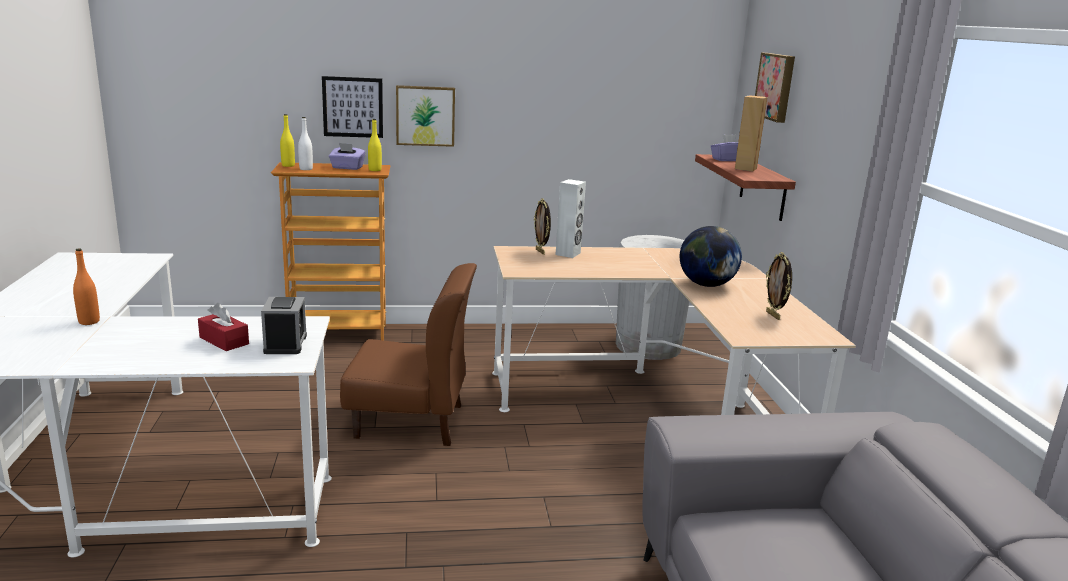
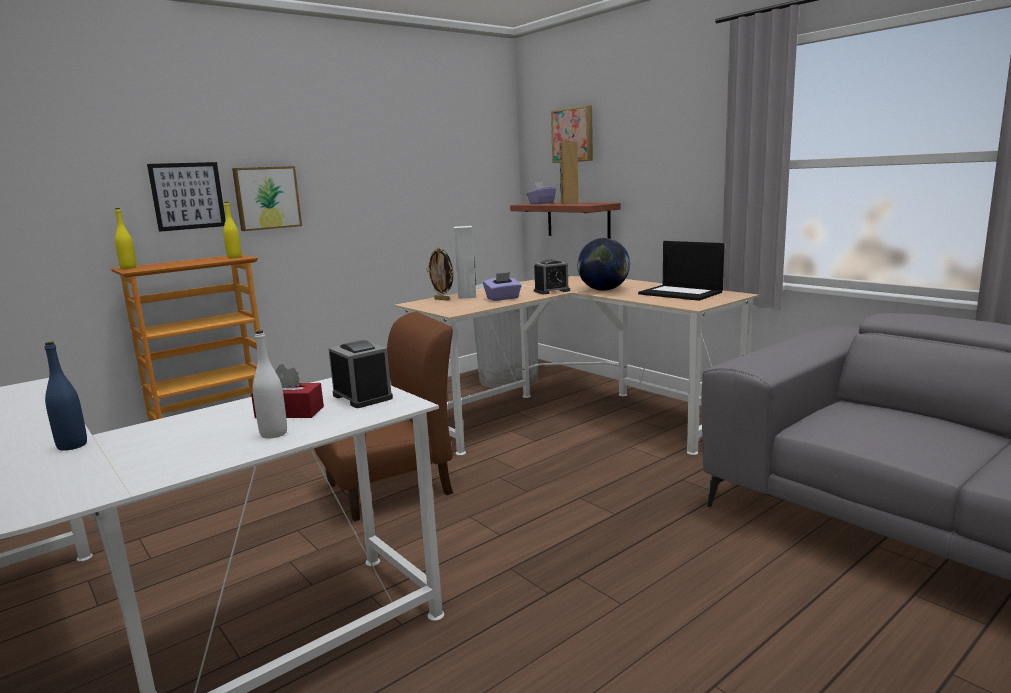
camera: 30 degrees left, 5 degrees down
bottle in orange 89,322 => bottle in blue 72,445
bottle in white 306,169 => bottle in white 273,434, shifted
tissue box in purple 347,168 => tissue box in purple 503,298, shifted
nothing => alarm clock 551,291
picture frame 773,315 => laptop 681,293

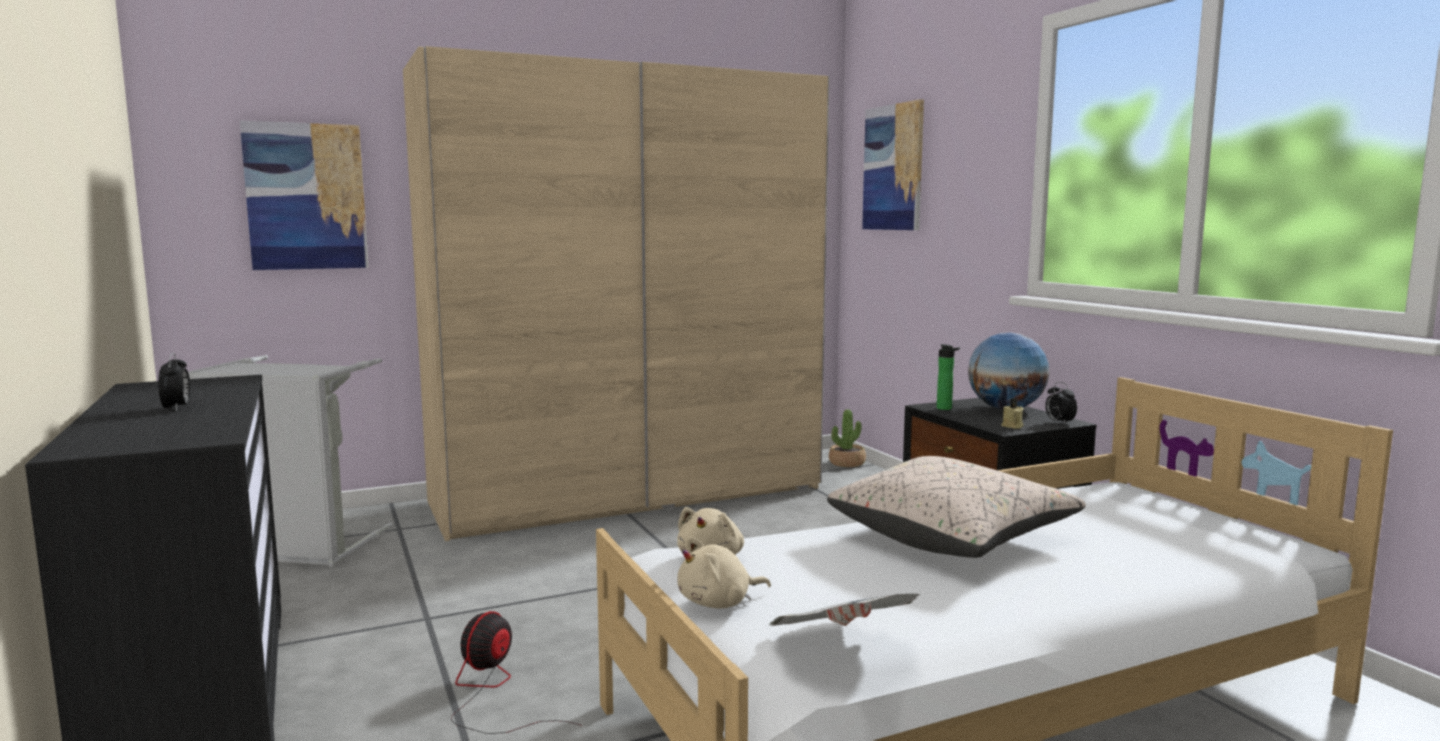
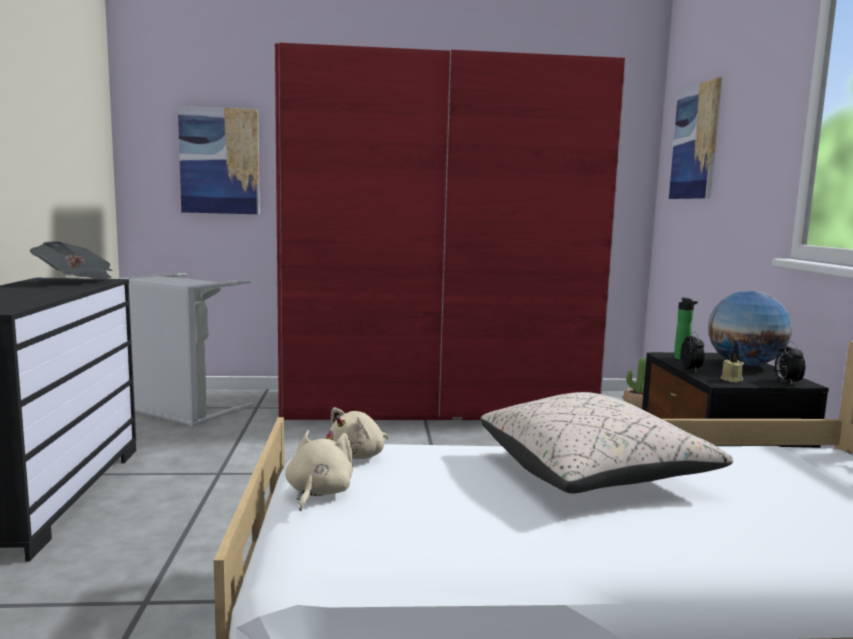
camera: 20 degrees right, 0 degrees up
newspaper 840,649 => newspaper 77,282, shifted
wardrobe in beige 629,494 => wardrobe in red 437,406
plush toy in beige 719,603 => plush toy in beige 318,493, 105 degrees clockwise
alarm clock 177,408 => alarm clock 691,370, shifted
fan 492,692 => nothing

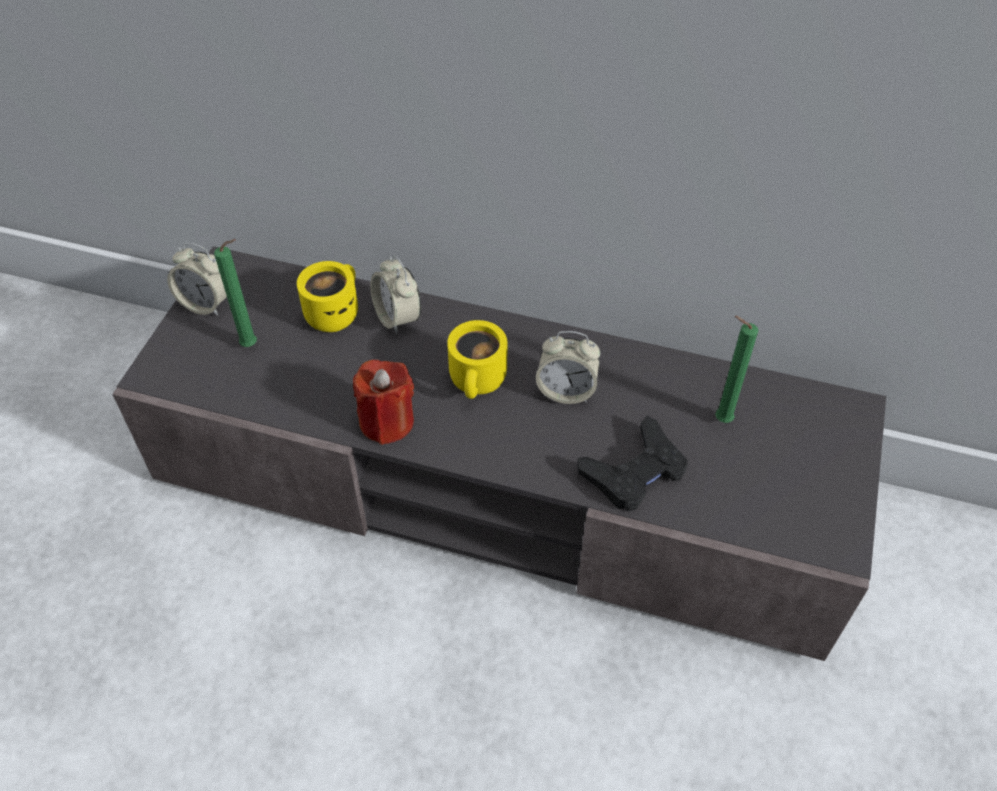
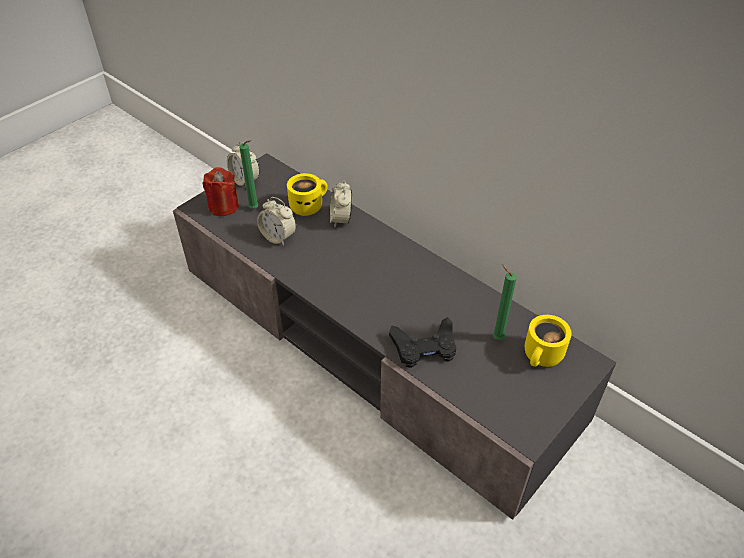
camera: 25 degrees right, 5 degrees down
candle in red 387,421 => candle in red 223,206, shifted
alarm clock 566,390 => alarm clock 278,237, shifted
mug in yellow 479,381 => mug in yellow 543,357, shifted

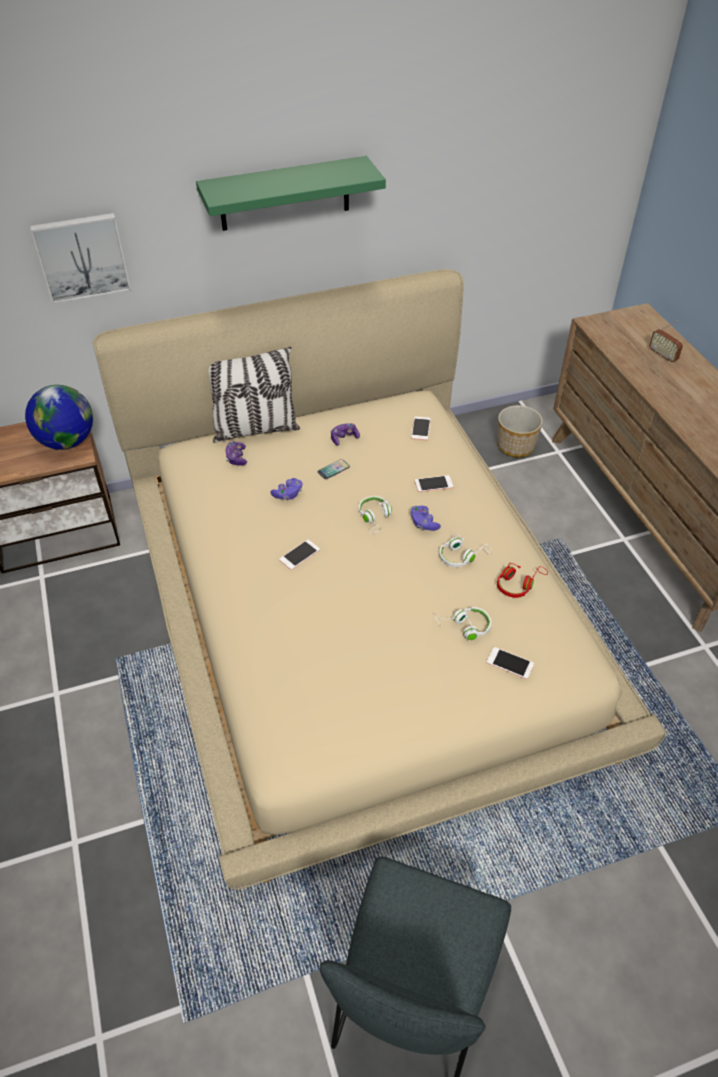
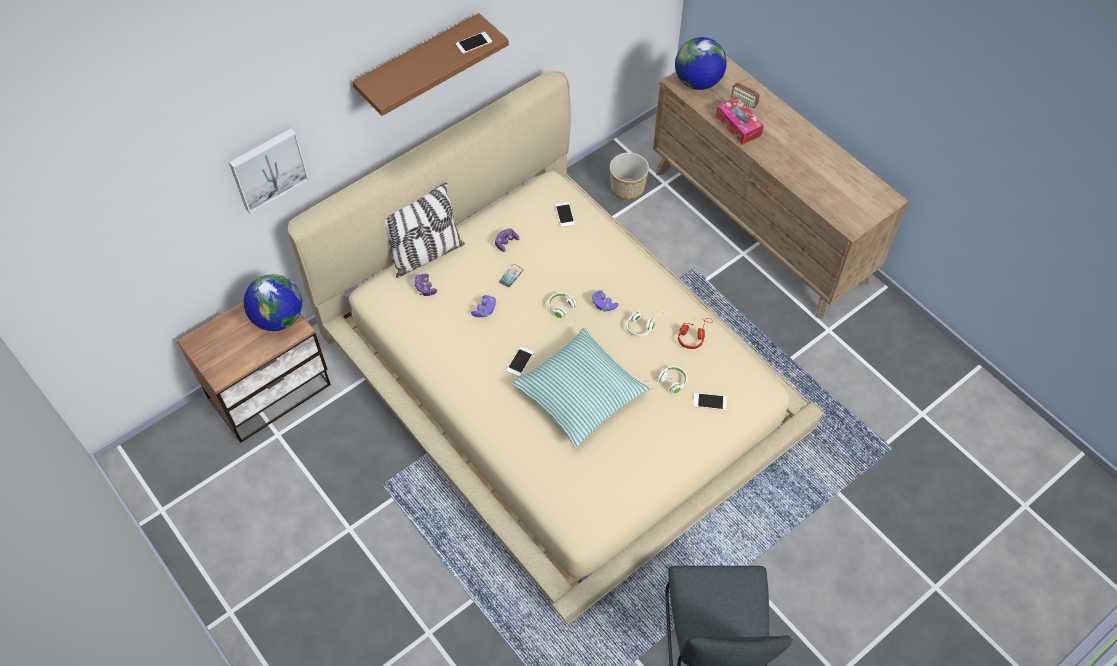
camera: 20 degrees left, 10 degrees up
shelf in green 284,194 => shelf in brown 419,63
phone 433,484 => phone 474,43, shifted
nothing => pillow 580,394
nothing => globe 697,82
nothing => tissue box 738,125

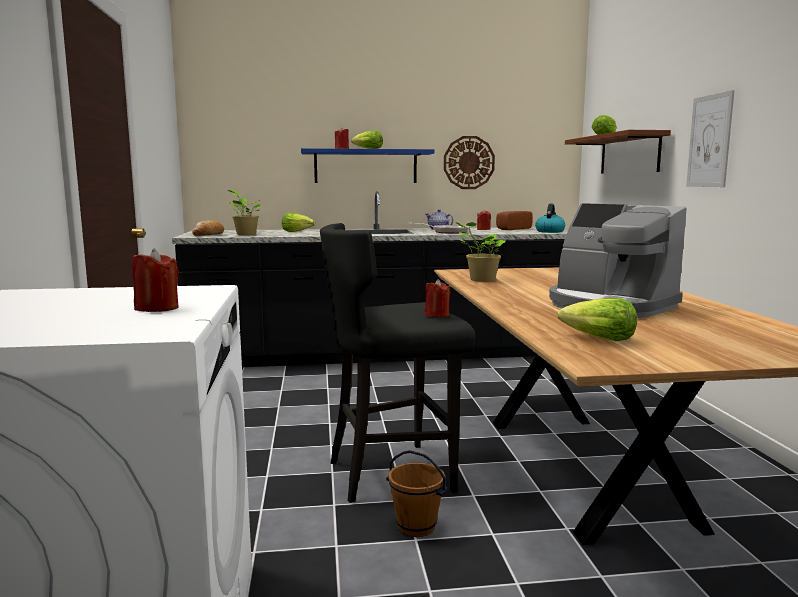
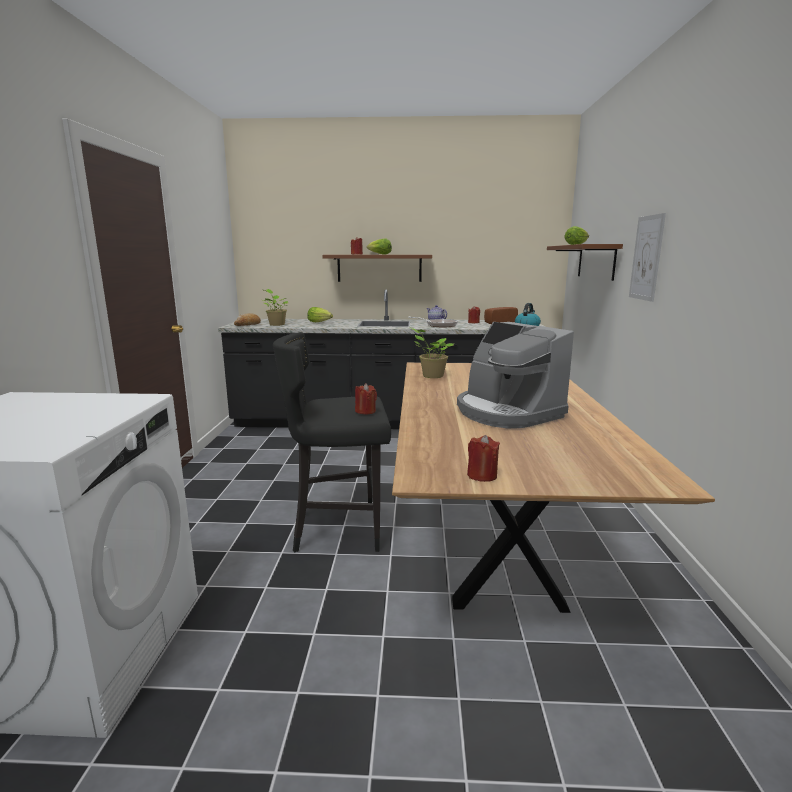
camera: 10 degrees right, 5 degrees up
shelf in blue 365,166 => shelf in brown 379,268
candle in red 157,308 => candle in red 482,475, shifted
bucket in brown 415,527 => nothing
wall clock 469,162 => nothing
lettuce 598,339 => nothing

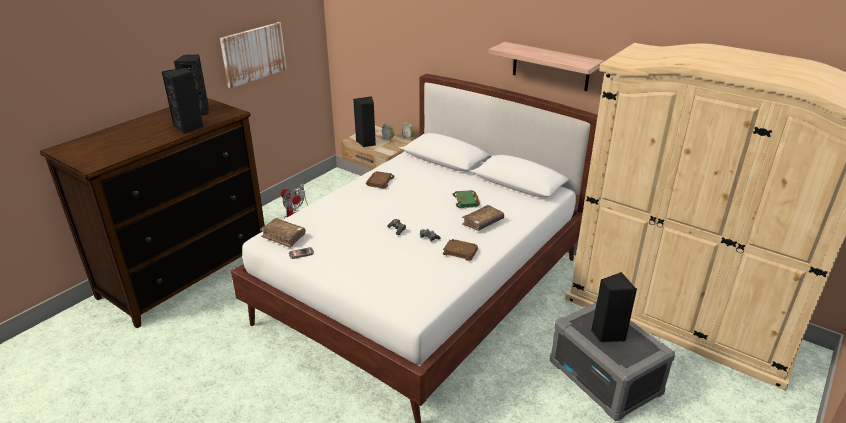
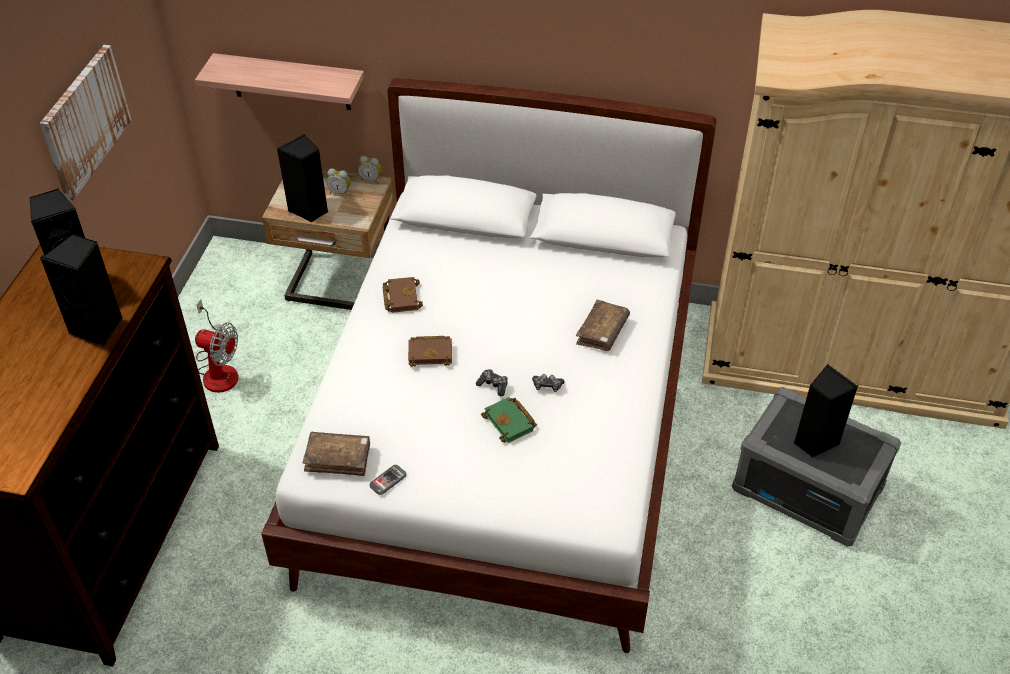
camera: 25 degrees left, 15 degrees up
shelf 550,66 => shelf 290,82, shifted
book in brown 461,251 => book in brown 431,353, shifted
book in green 467,201 => book in green 511,423, shifted

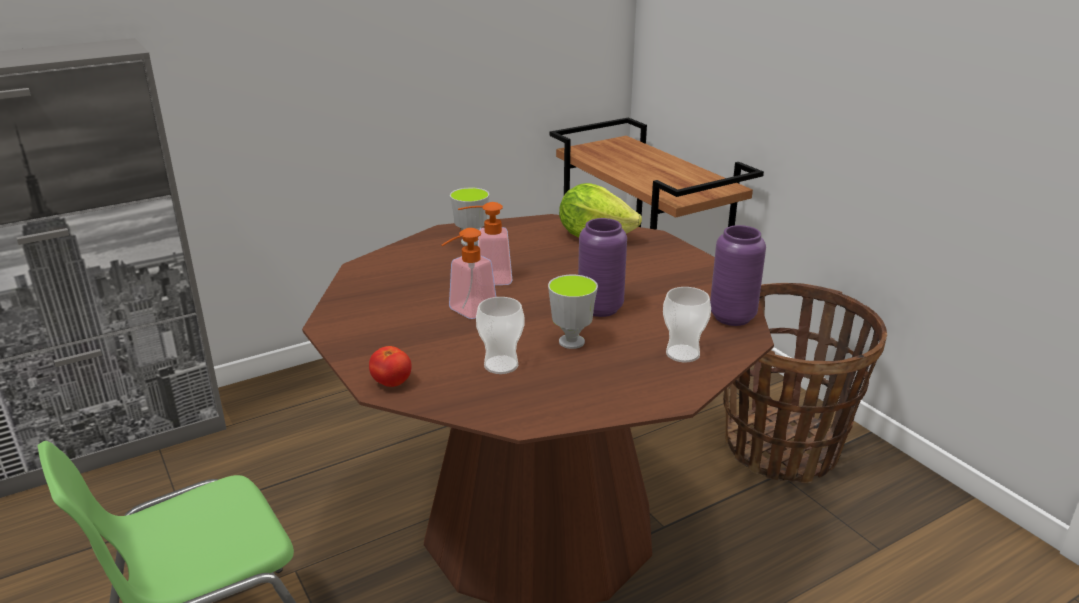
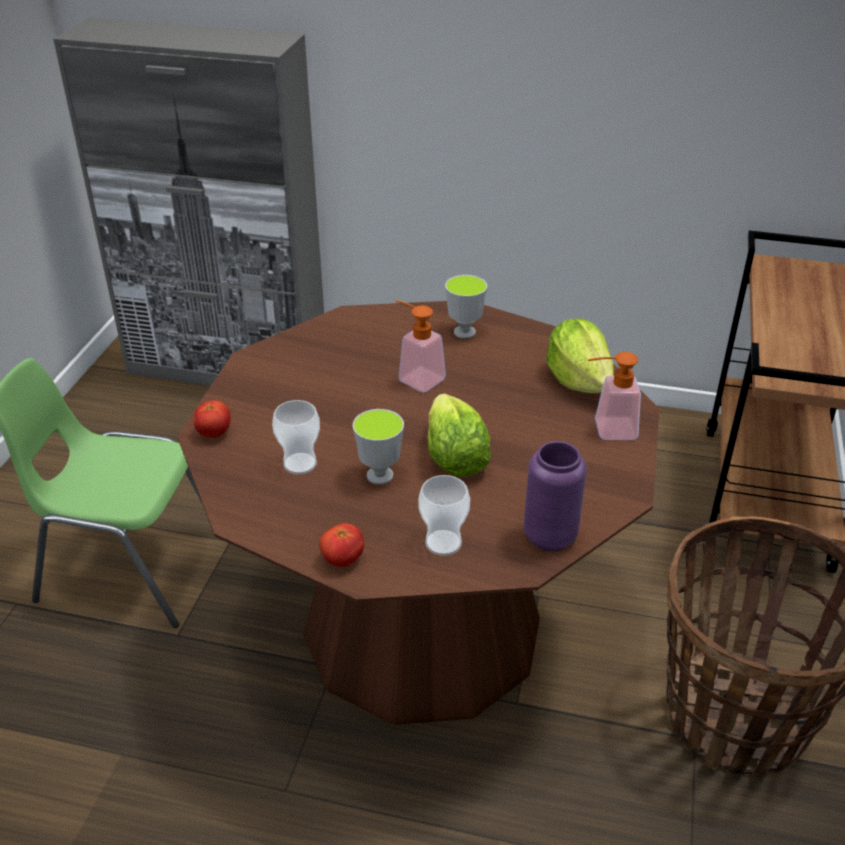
camera: 45 degrees right, 10 degrees up
nothing => tomato 342,560
vase in purple 600,308 => lettuce 454,458
soap dispenser 466,312 => soap dispenser 607,429, shifted

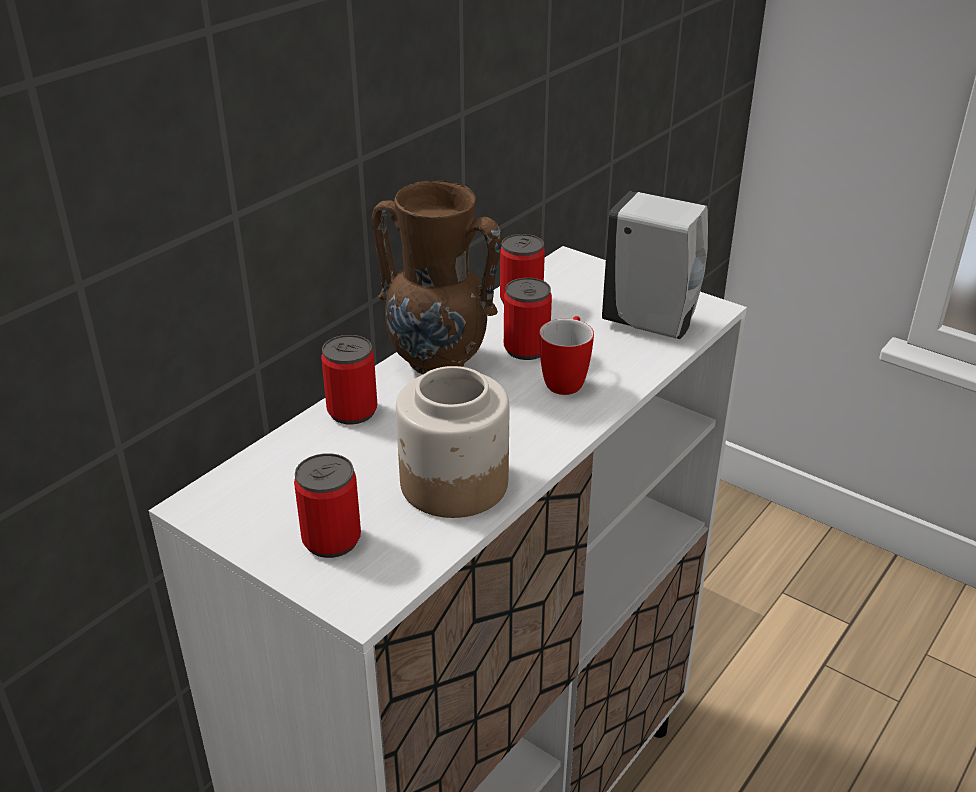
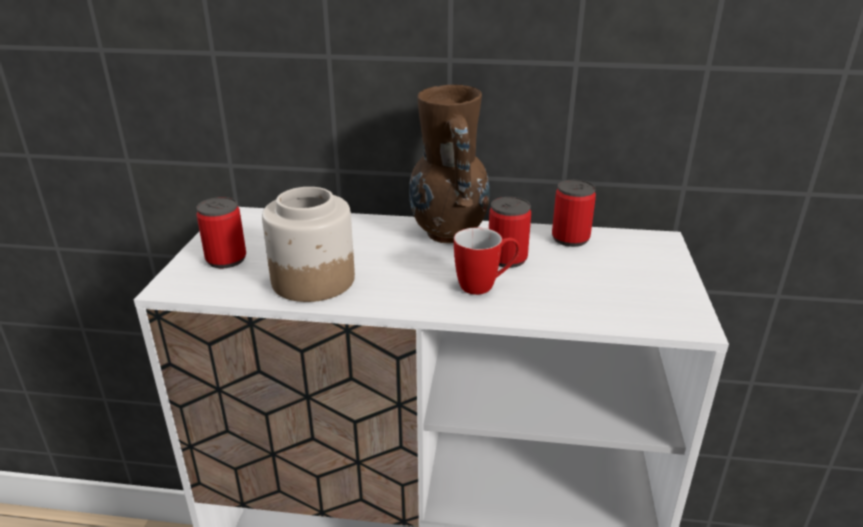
camera: 60 degrees right, 5 degrees down
can 352,411 => nothing
soap dispenser in white 653,324 => nothing

